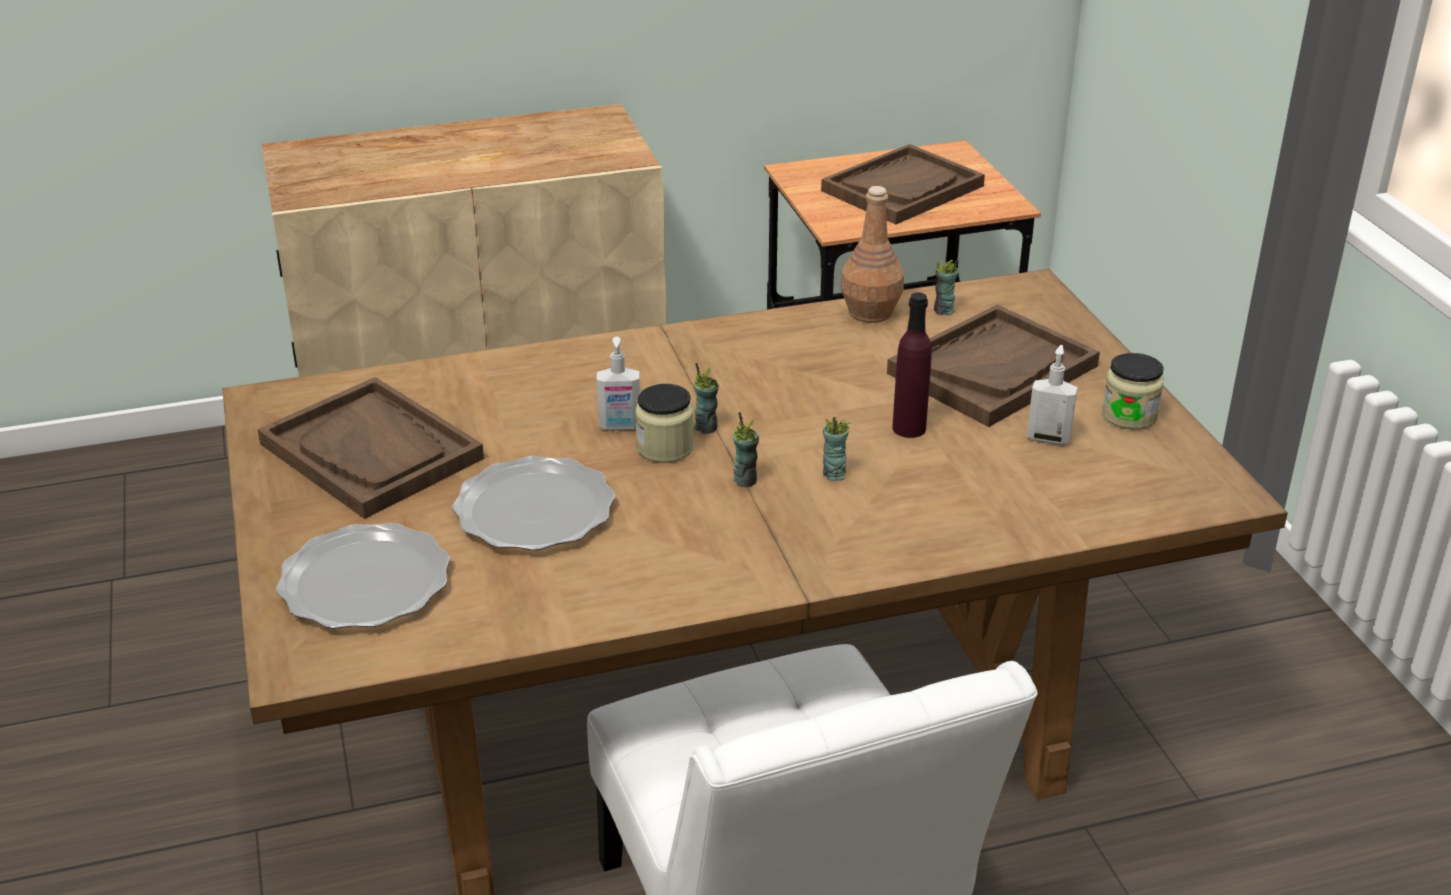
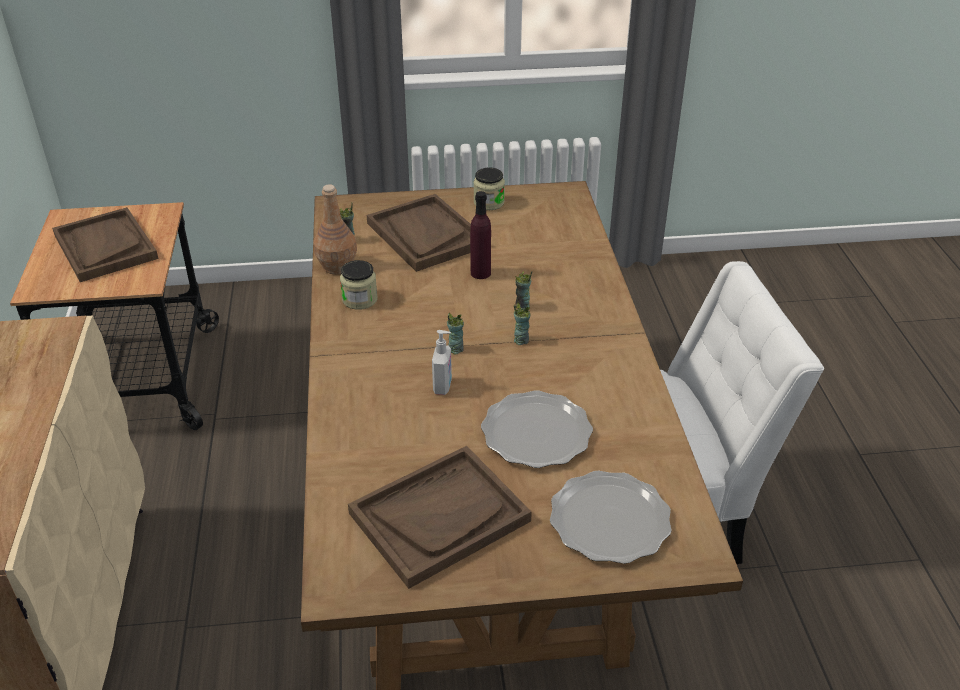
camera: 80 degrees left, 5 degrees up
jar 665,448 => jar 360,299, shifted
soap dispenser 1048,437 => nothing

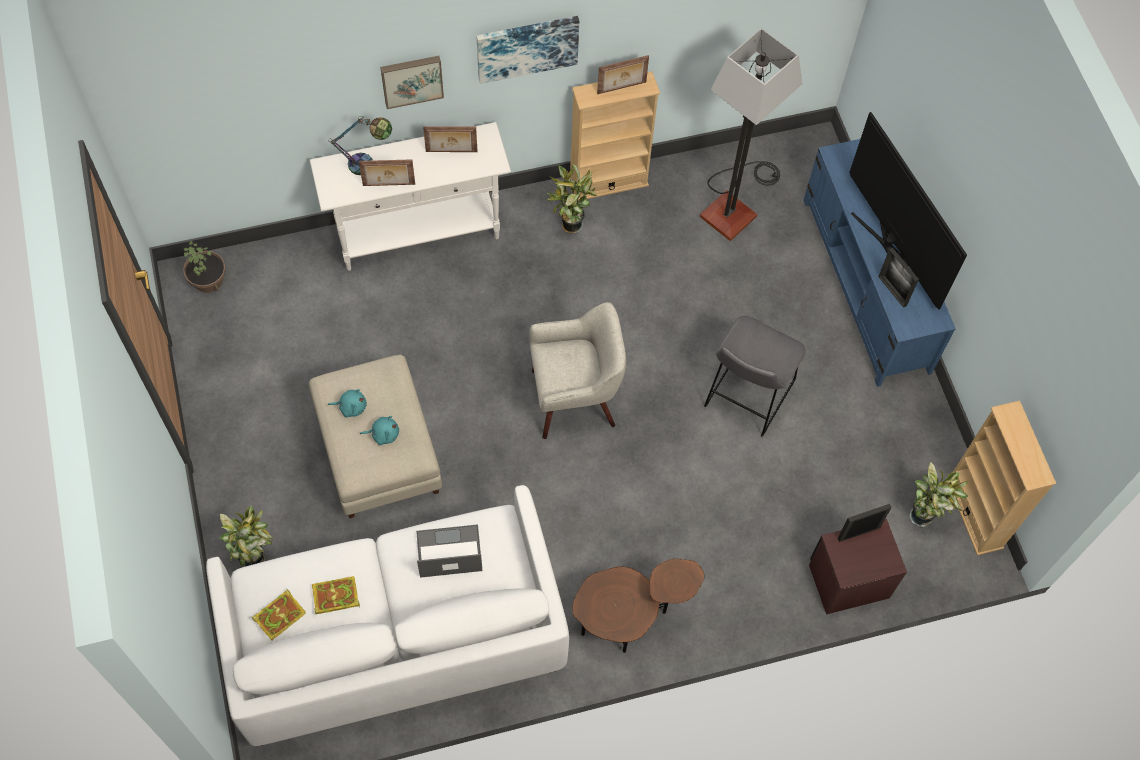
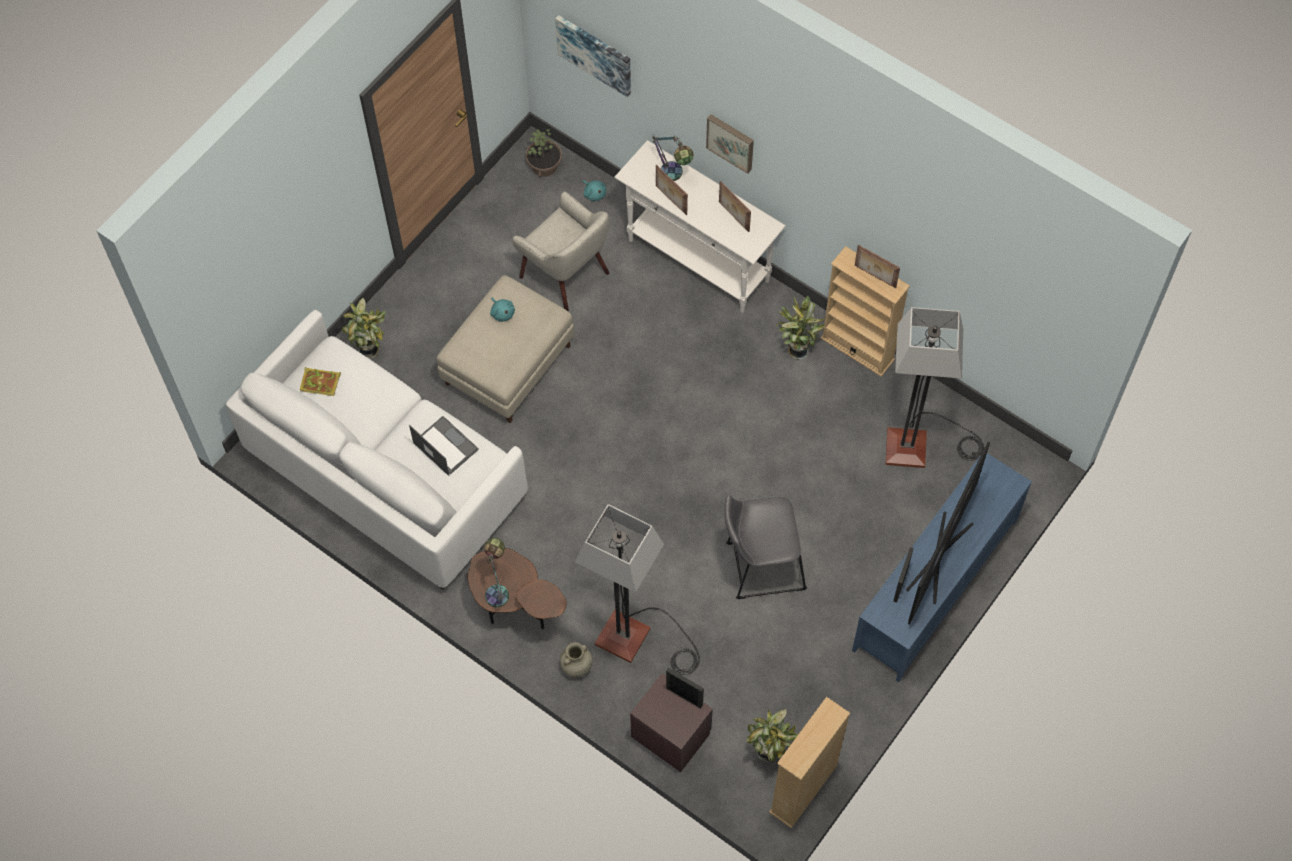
camera: 55 degrees right, 0 degrees up
nothing => table lamp 498,589
armchair in beige 574,399 => armchair in beige 566,274, shifted
picture 527,47 => picture 595,54, shifted
nothing => vase in beige 576,667
nothing => floor lamp 638,639
plush toy in turquoise 383,434 => plush toy in turquoise 594,193, shifted
book 334,597 => nothing

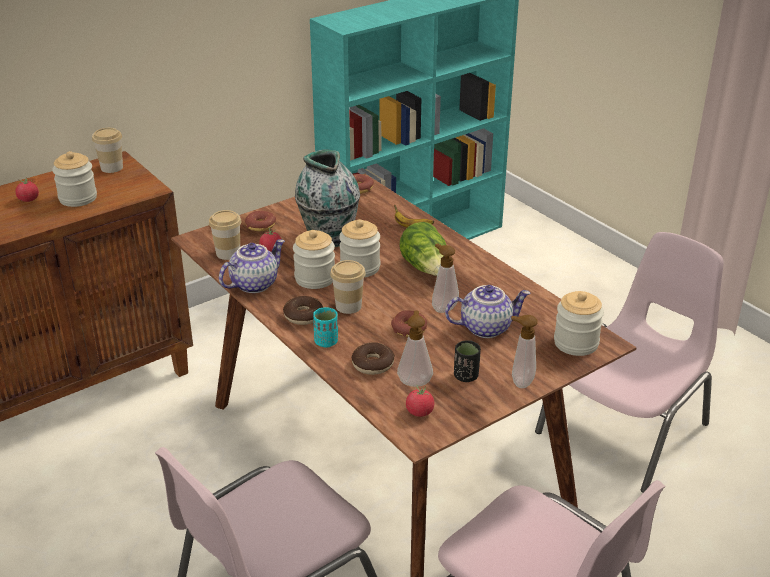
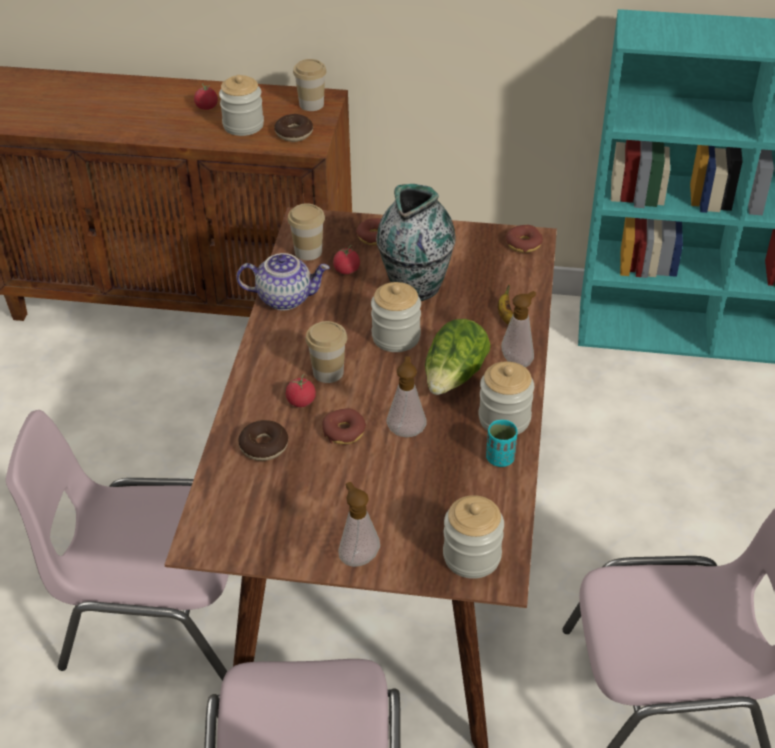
camera: 45 degrees right, 10 degrees up
donut 303,316 => donut 294,133, shifted
tomato 419,412 => tomato 301,401, shifted
jar 315,278 => jar 504,419, shifted
cup in turquoise 326,342 => cup in turquoise 500,458, shifted
soap dispenser 415,381 => soap dispenser 518,360, shifted
teapot 486,327 => nothing
cup in black 466,376 => nothing

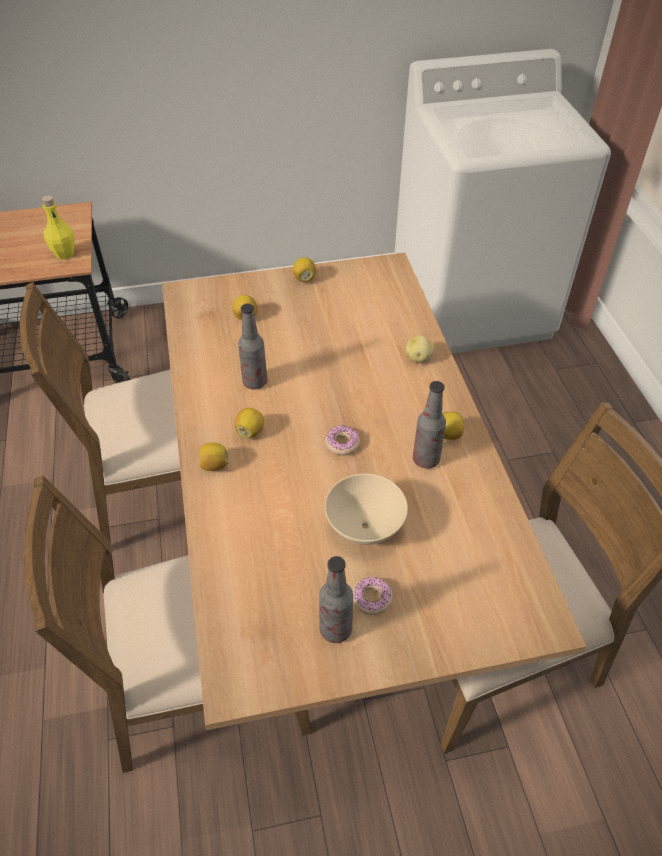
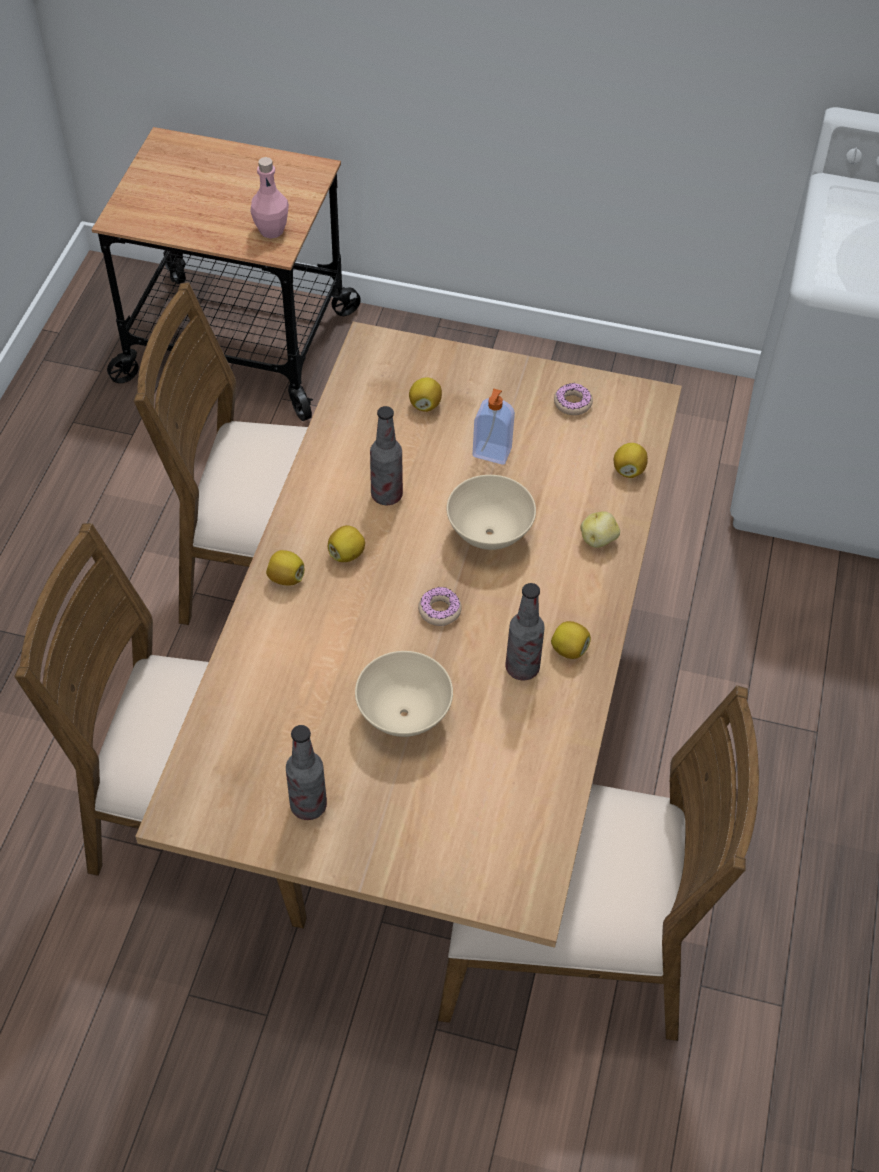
camera: 25 degrees right, 5 degrees up
bottle in yellow 64,254 => bottle in pink 271,230
nothing => bowl in beige 489,535
nothing => soap dispenser 491,453
donut 371,598 => donut 572,403, shifted
lemon 304,278 => lemon 628,470, shifted

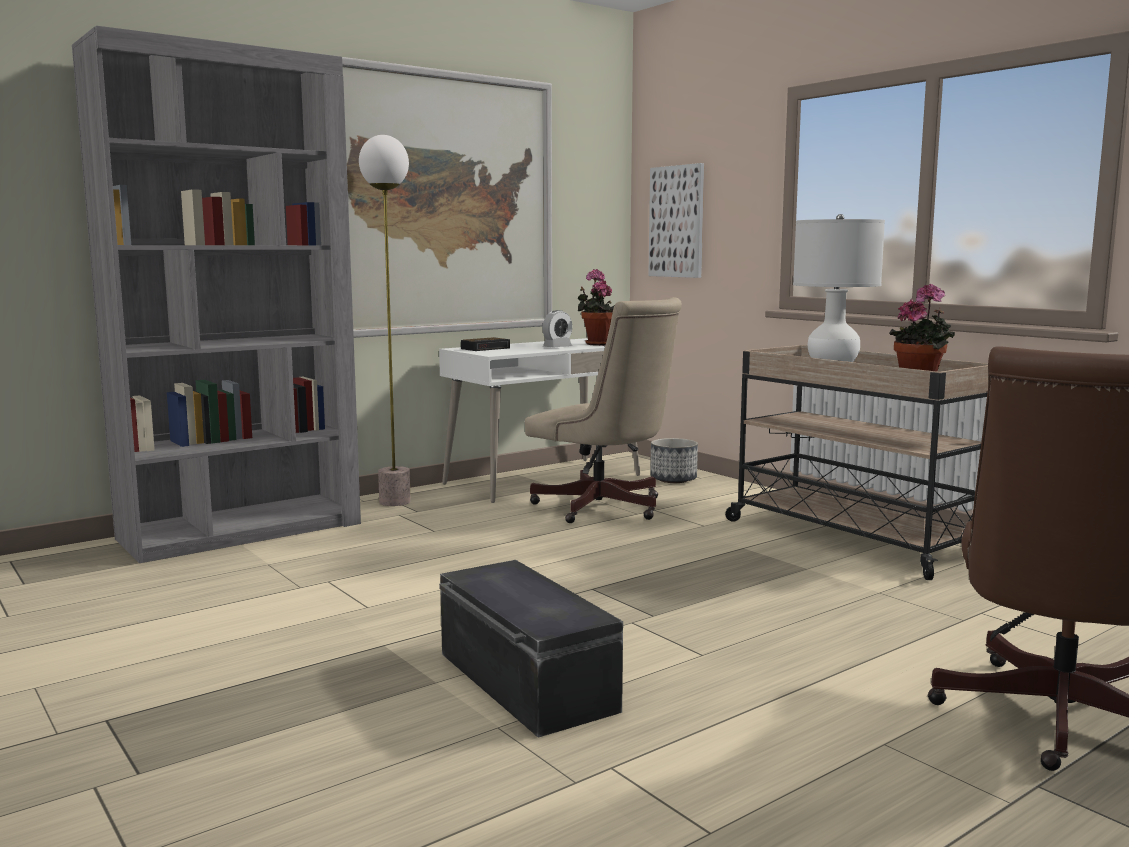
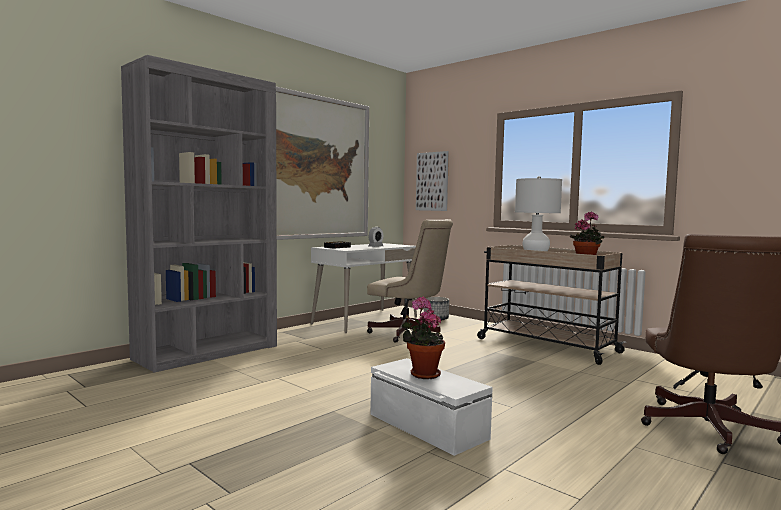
camera: 10 degrees left, 5 degrees down
storage box in black 523,682 => storage box in white 426,426
potted plant 597,344 => potted plant 422,374, shifted
floor lamp 395,502 => nothing

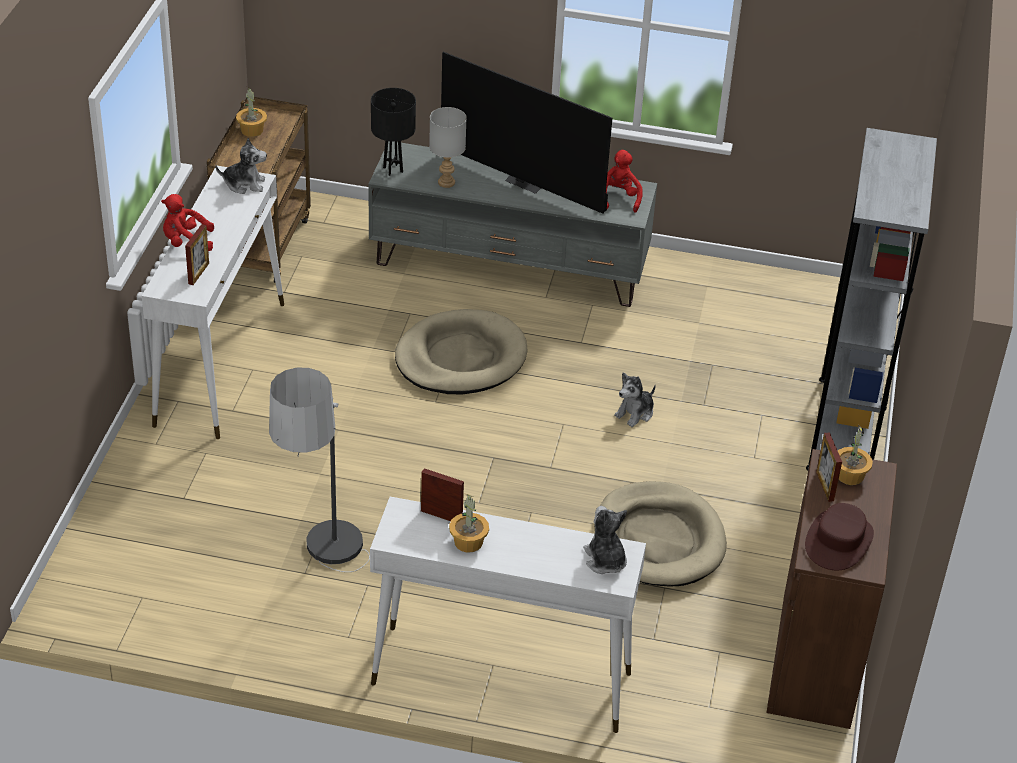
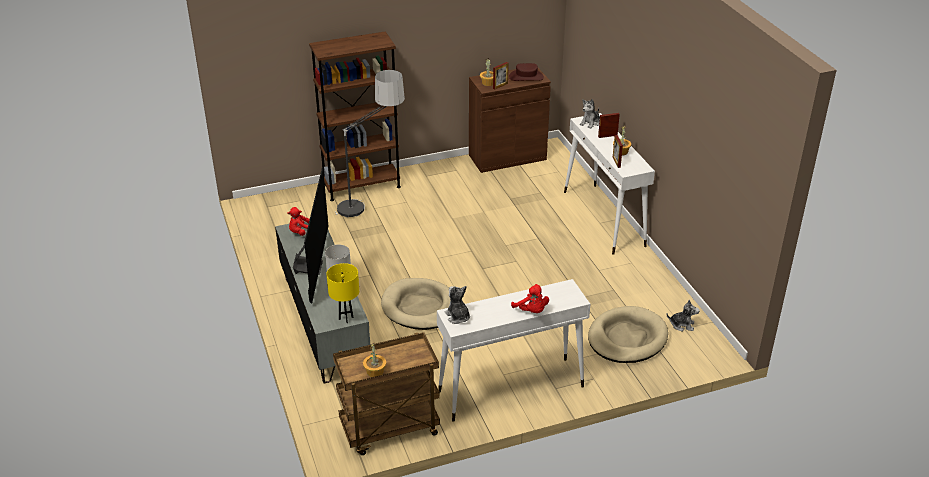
camera: 120 degrees left, 5 degrees down
bookcase in grey 844,427 => bookcase in brown 361,186
table lamp in black 393,170 => table lamp in yellow 346,318
floor lamp 324,579 => floor lamp 371,205, shifted
dog bed in beige 659,539 => dog bed in beige 627,338, shifted
picture frame 198,273 => picture frame 607,136, shifted
plush toy 635,413 => plush toy 682,325, shifted

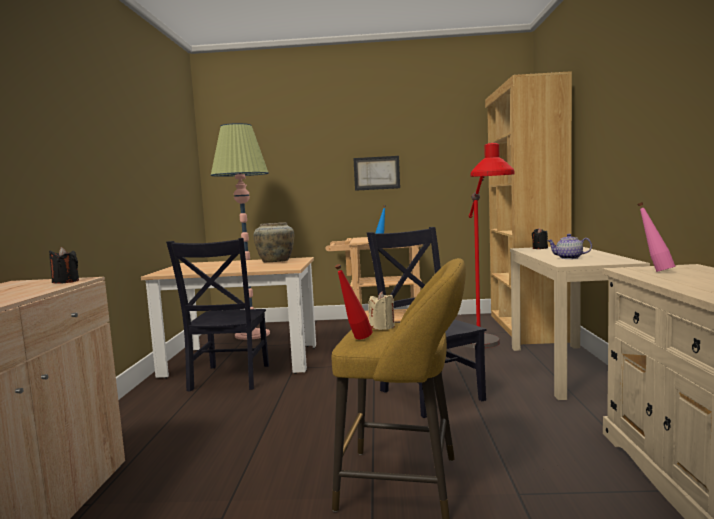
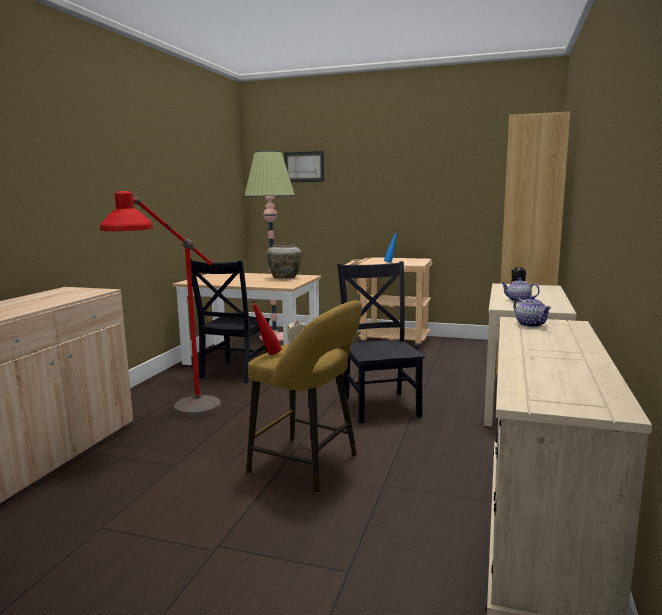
camera: 15 degrees right, 5 degrees up
floor lamp in red 484,351 => floor lamp in red 178,420, shifted
picture 376,173 => picture 304,167, shifted
bottle in pink 654,271 => teapot 531,325
candle in black 65,281 => nothing

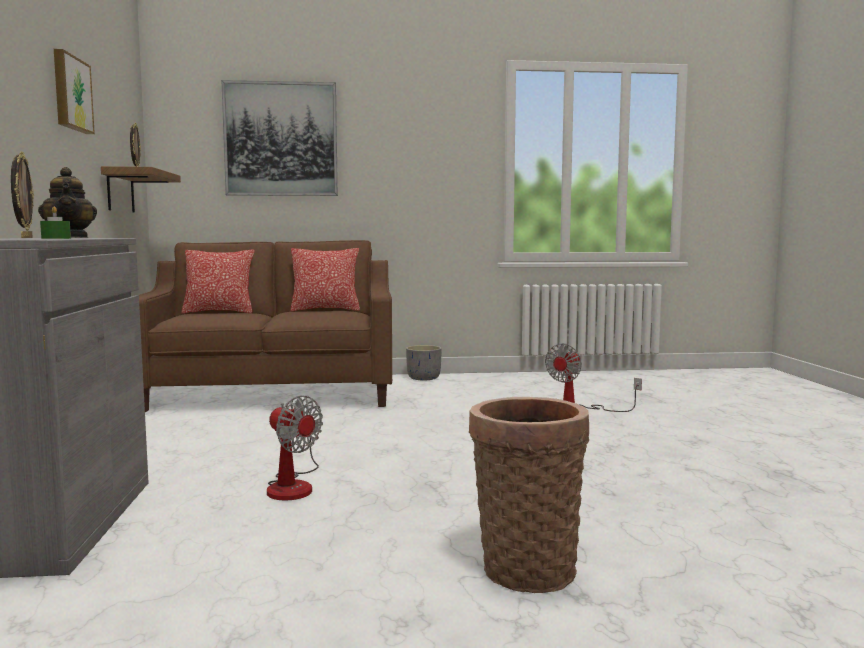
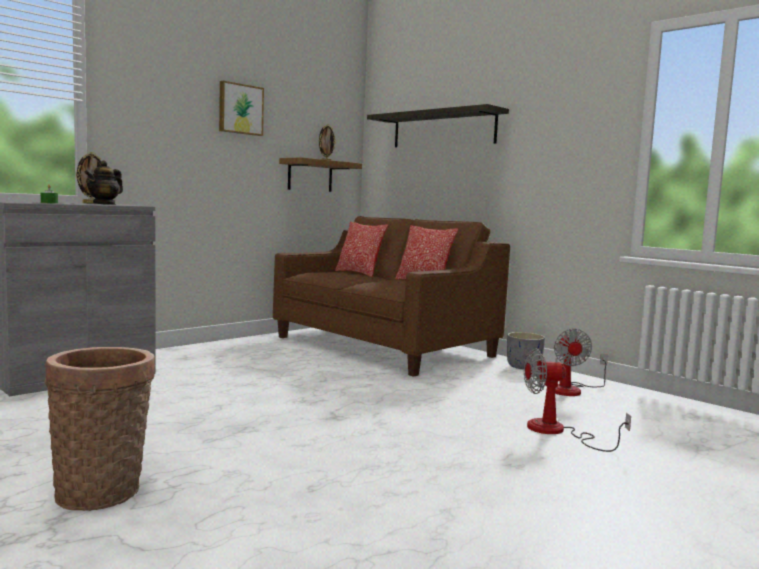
camera: 50 degrees right, 0 degrees up
picture 281,139 => shelf 443,129
fan 293,485 => fan 572,390, shifted

